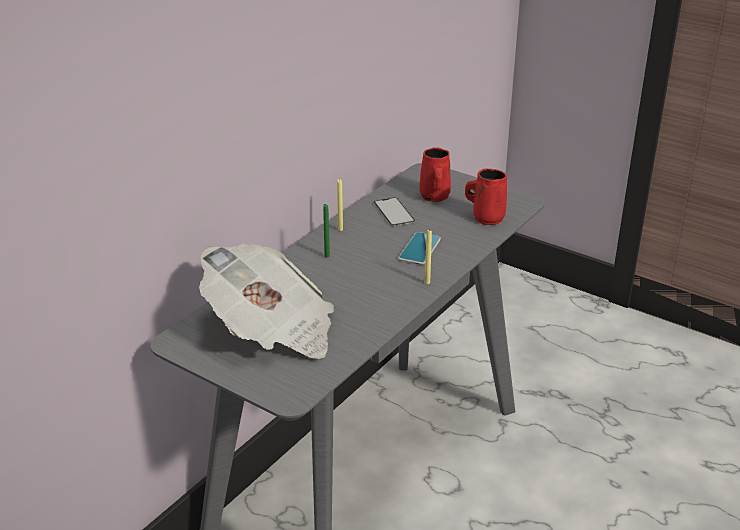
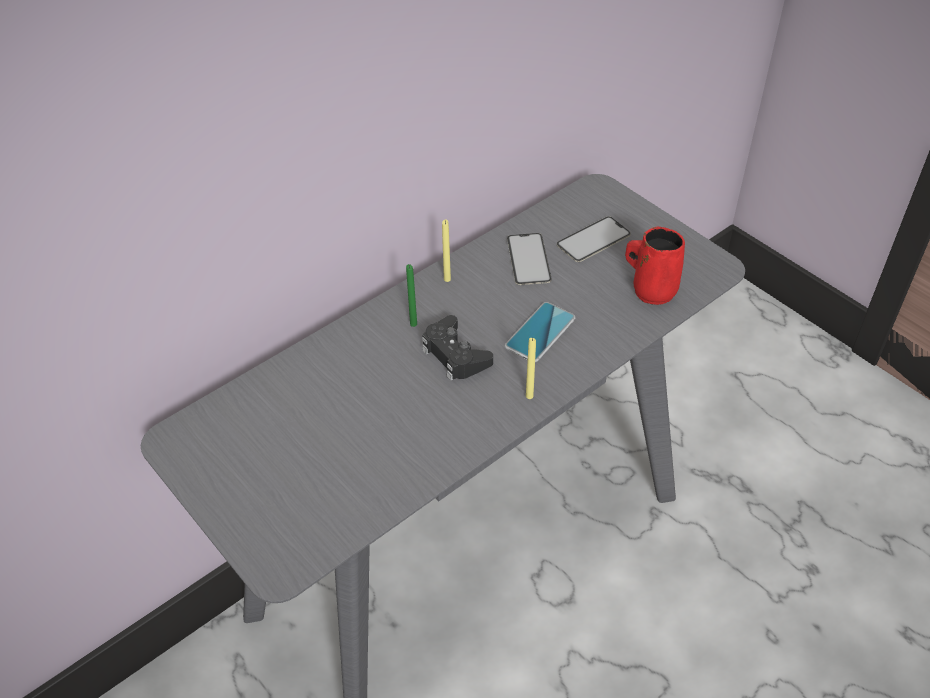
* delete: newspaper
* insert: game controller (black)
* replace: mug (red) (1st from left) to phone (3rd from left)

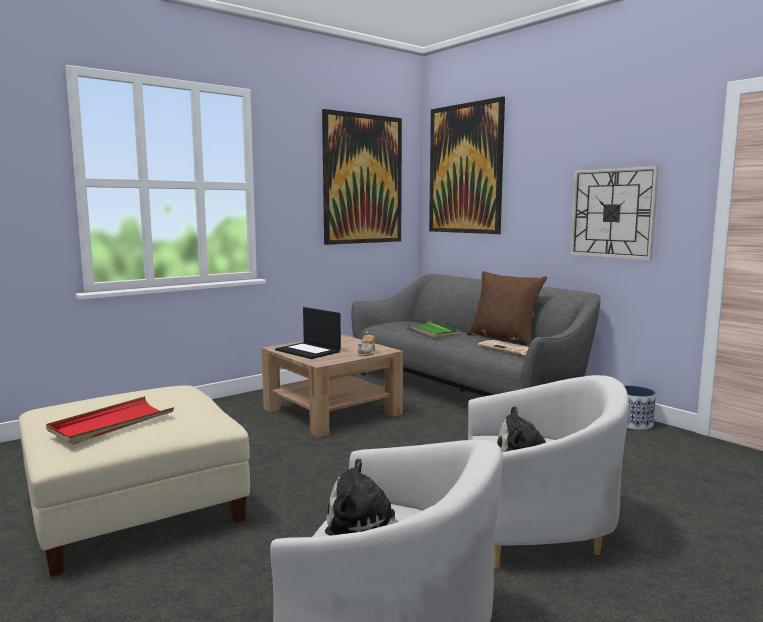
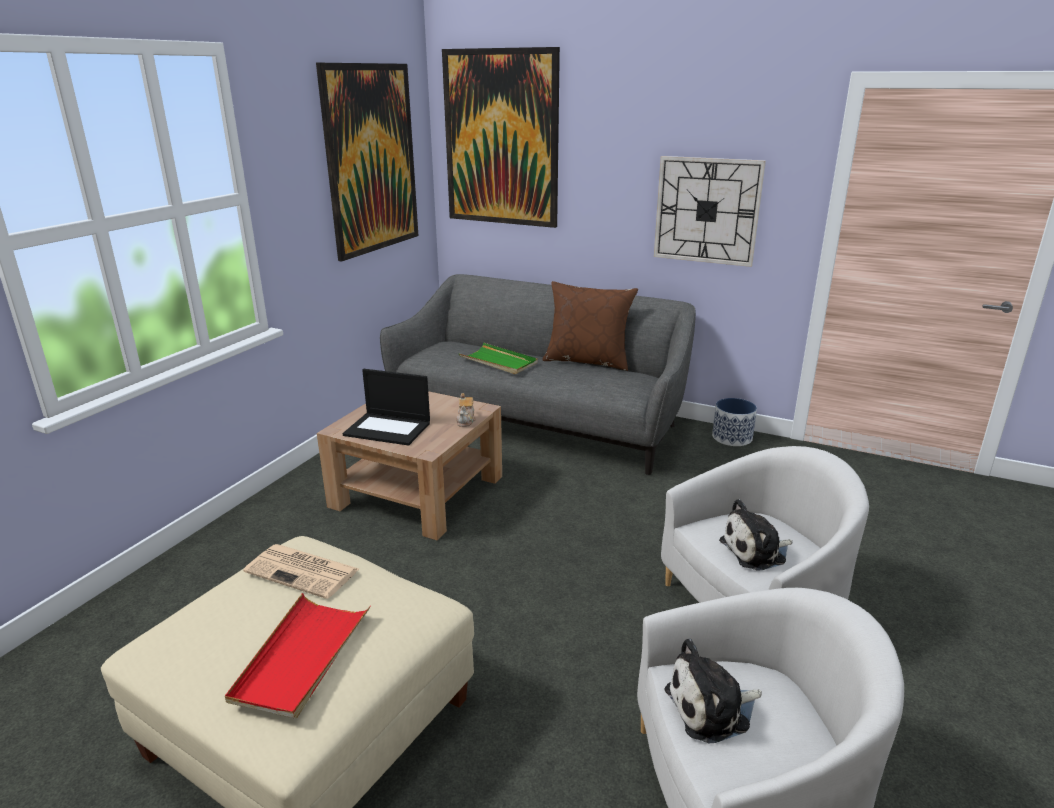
* move: newspaper

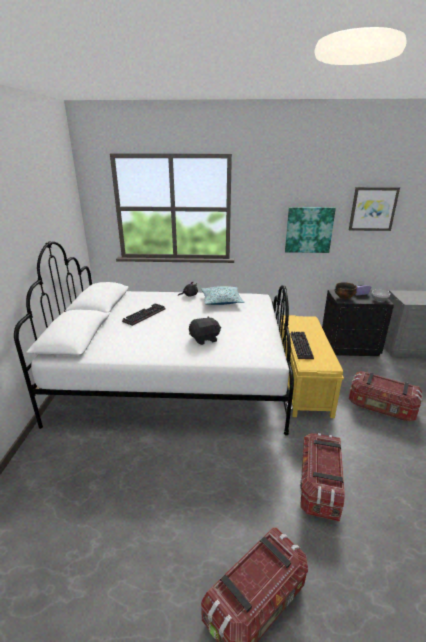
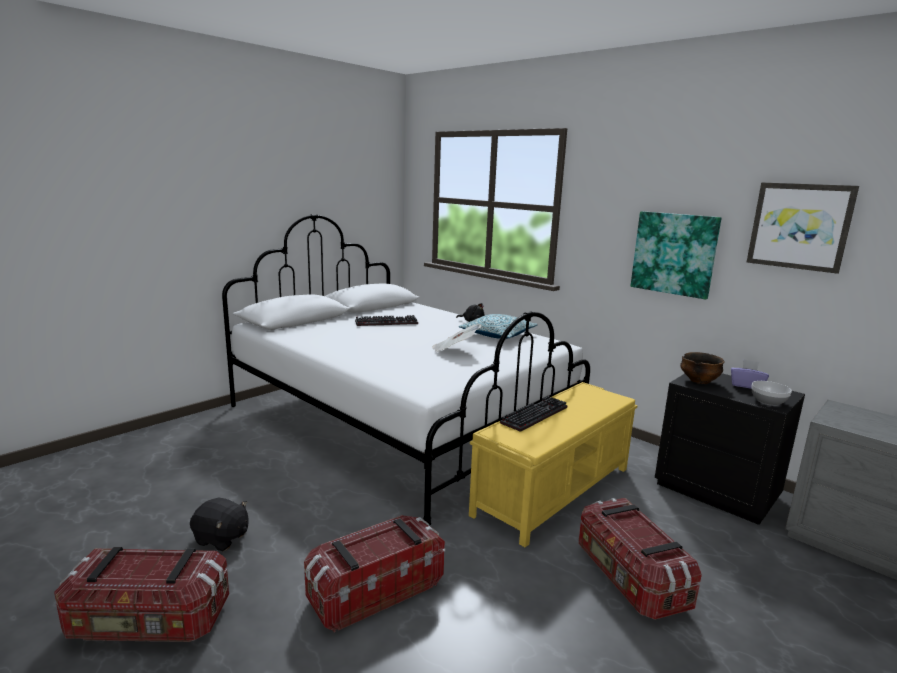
* insert: newspaper
* move: plush toy (black) (2nd from left in the first image) to plush toy (black) (1st from left)

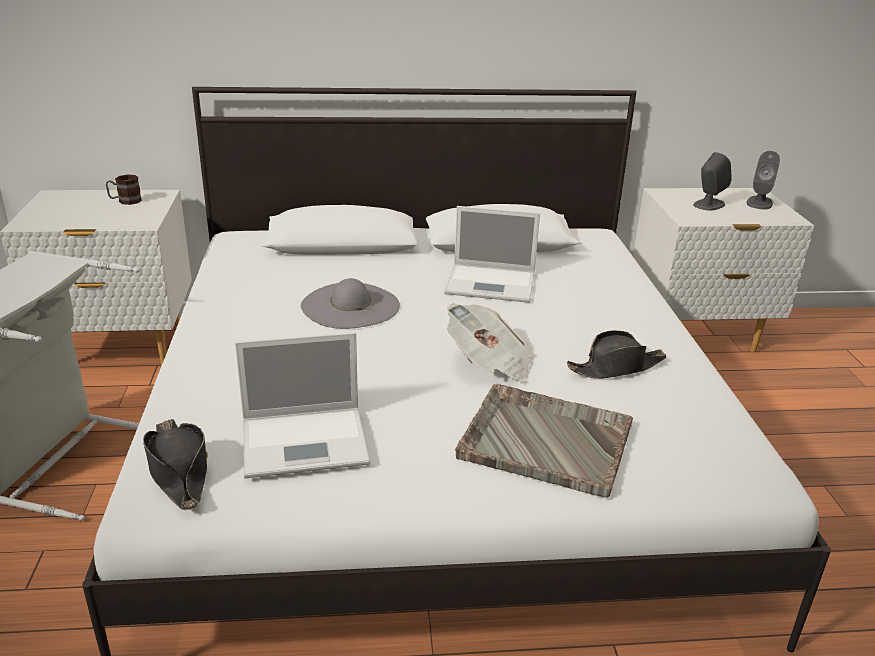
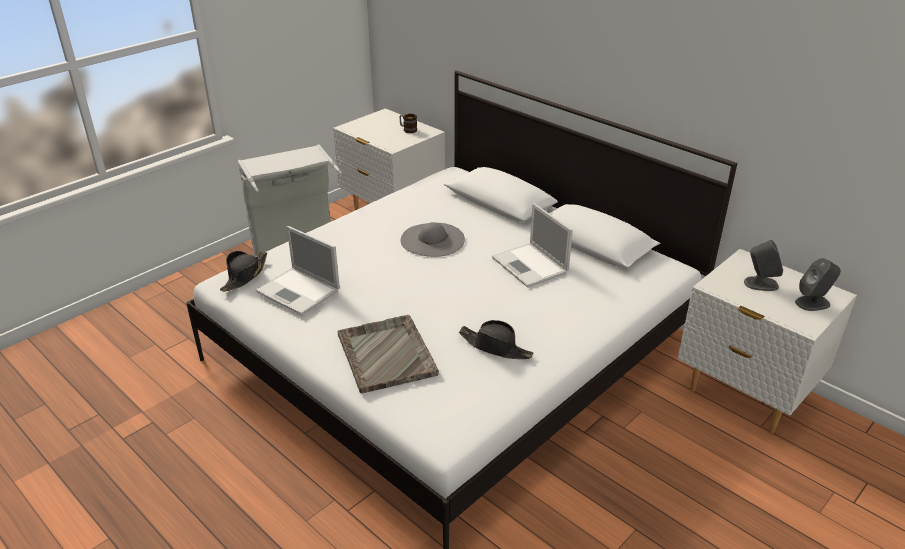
* delete: newspaper

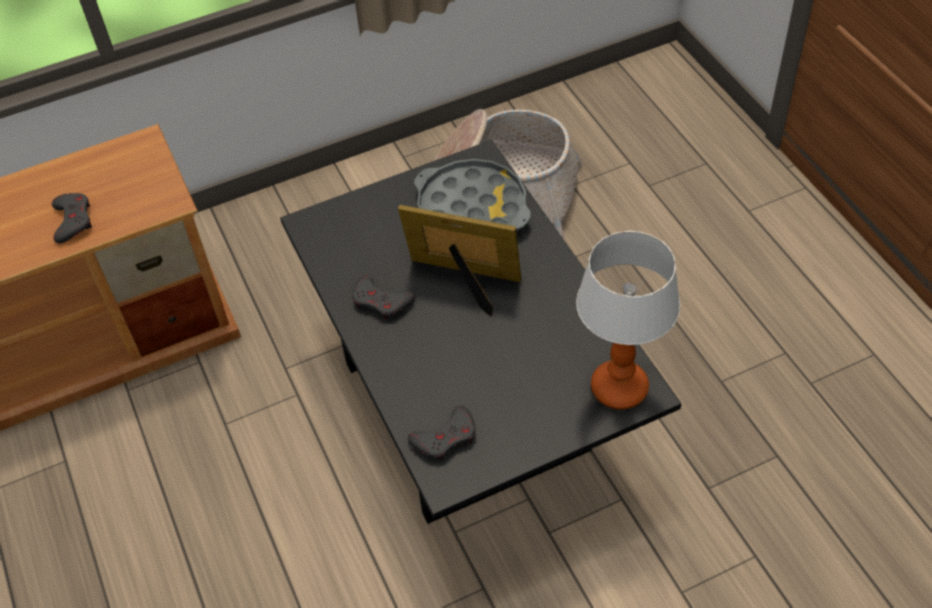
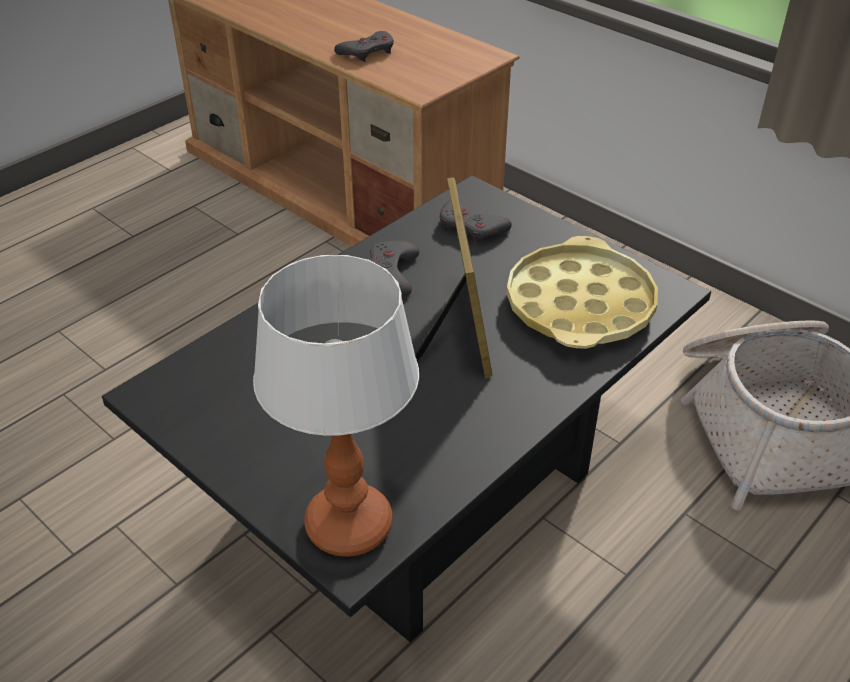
* move: game controller (grey) (3rd from left)
* recolor: tray (grey) to tray (yellow)

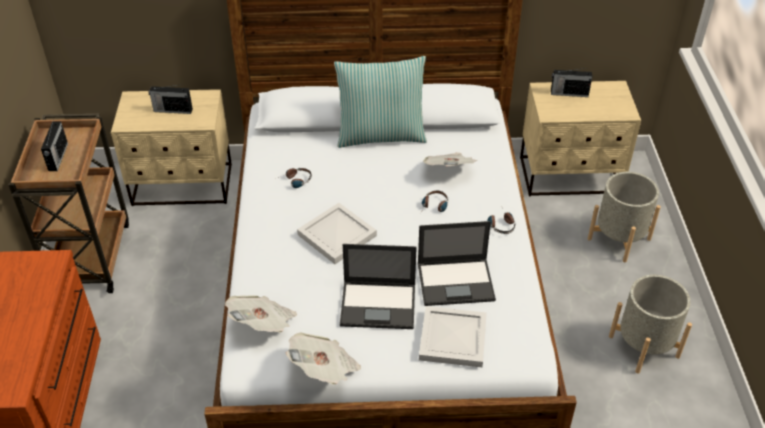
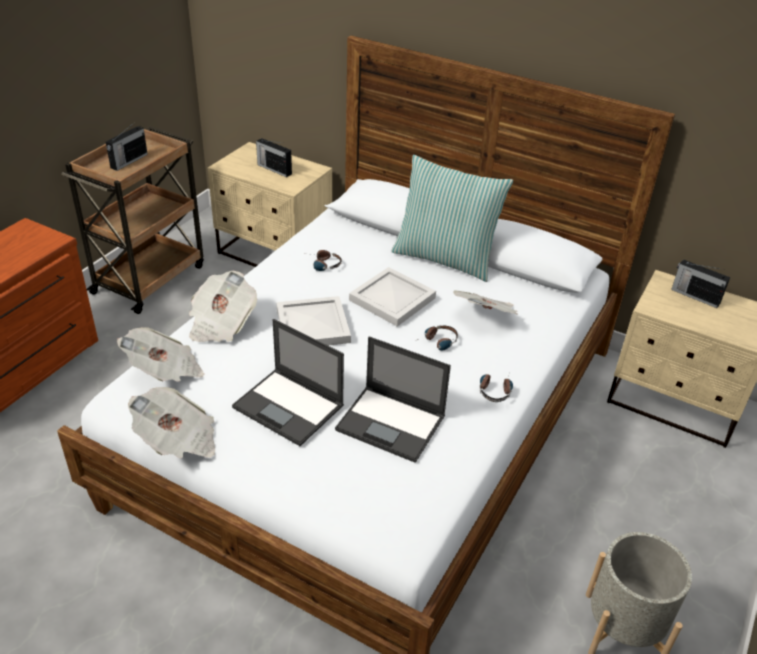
* delete: planter (grey) (1st from left)
* insert: newspaper (3rd from left)
* move: tray (white) (2nd from left)

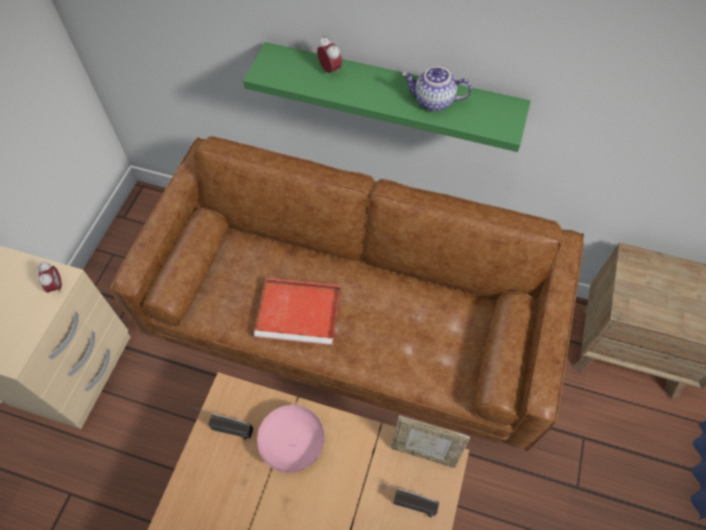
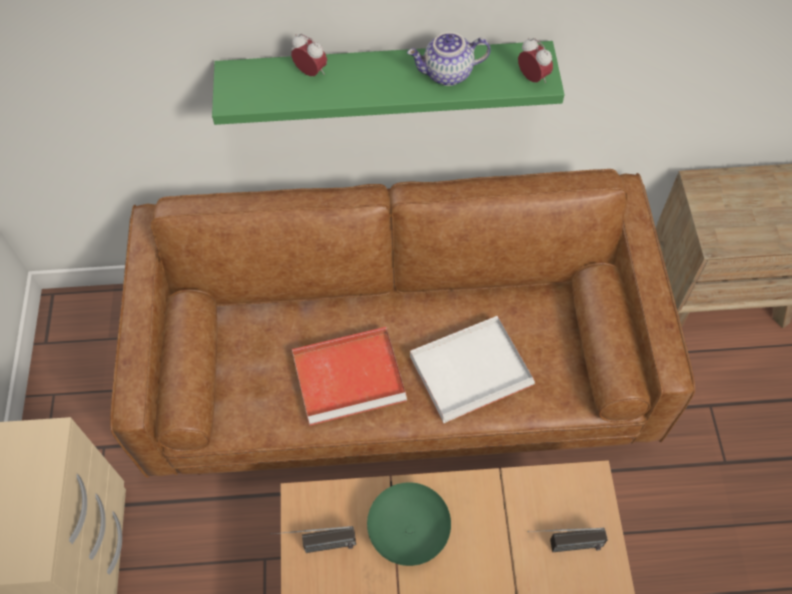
* delete: picture frame
* insert: tray (white)
* move: alarm clock (1st from left in the first image) to alarm clock (2nd from left)
* recolor: bowl (pink) to bowl (green)

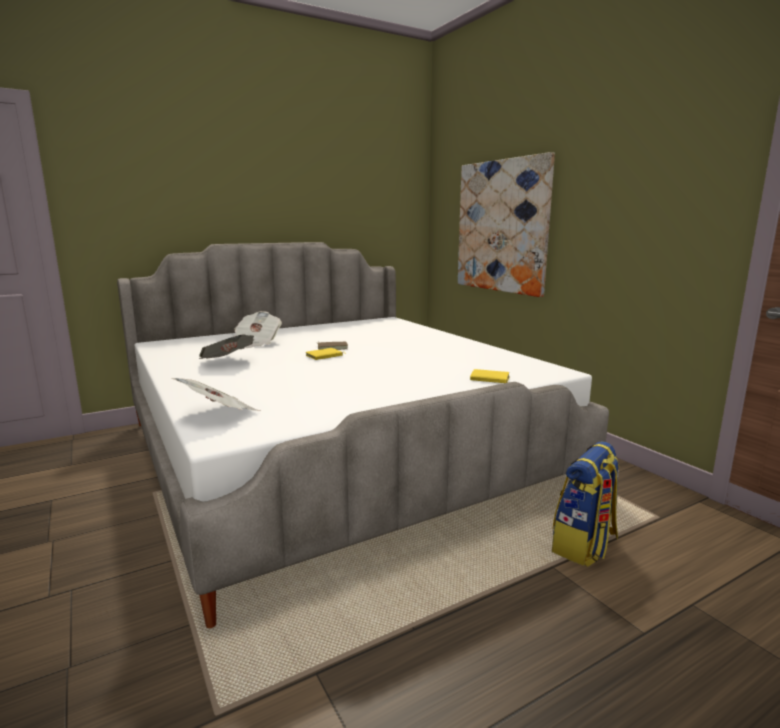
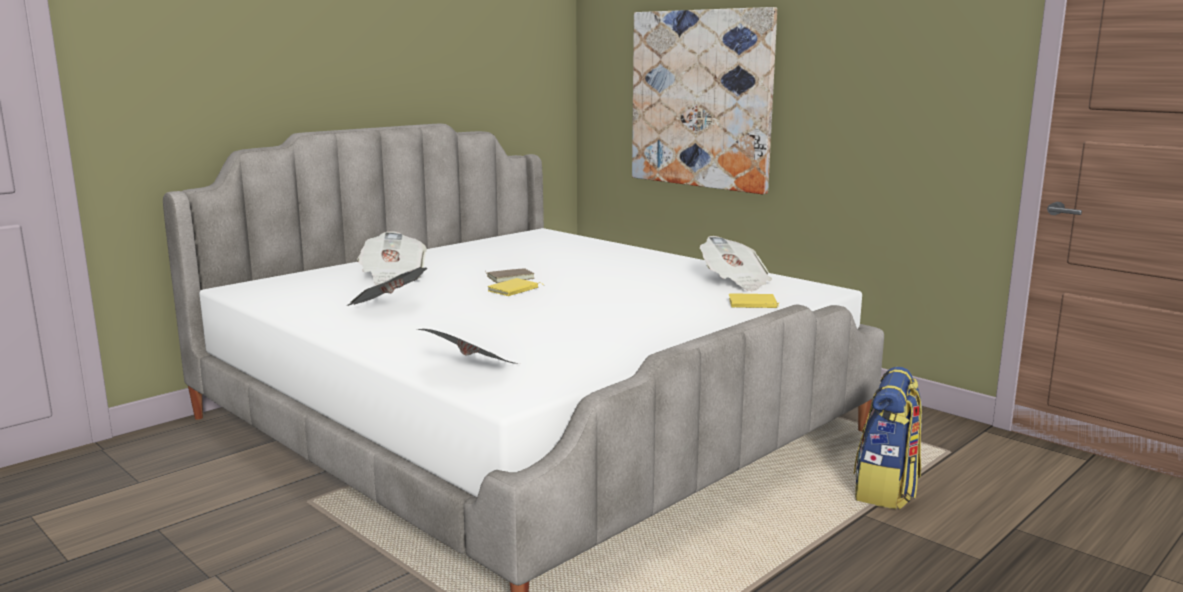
* insert: newspaper (4th from left)

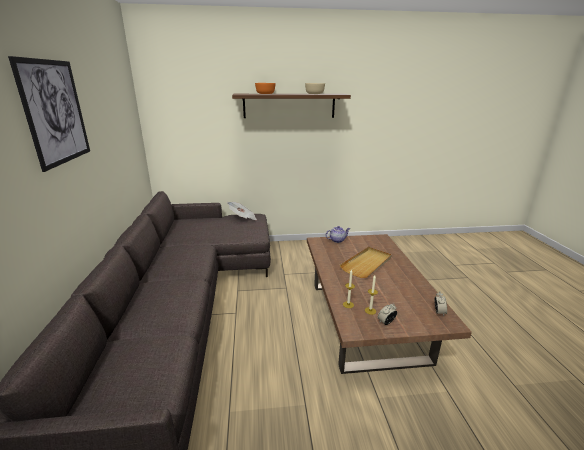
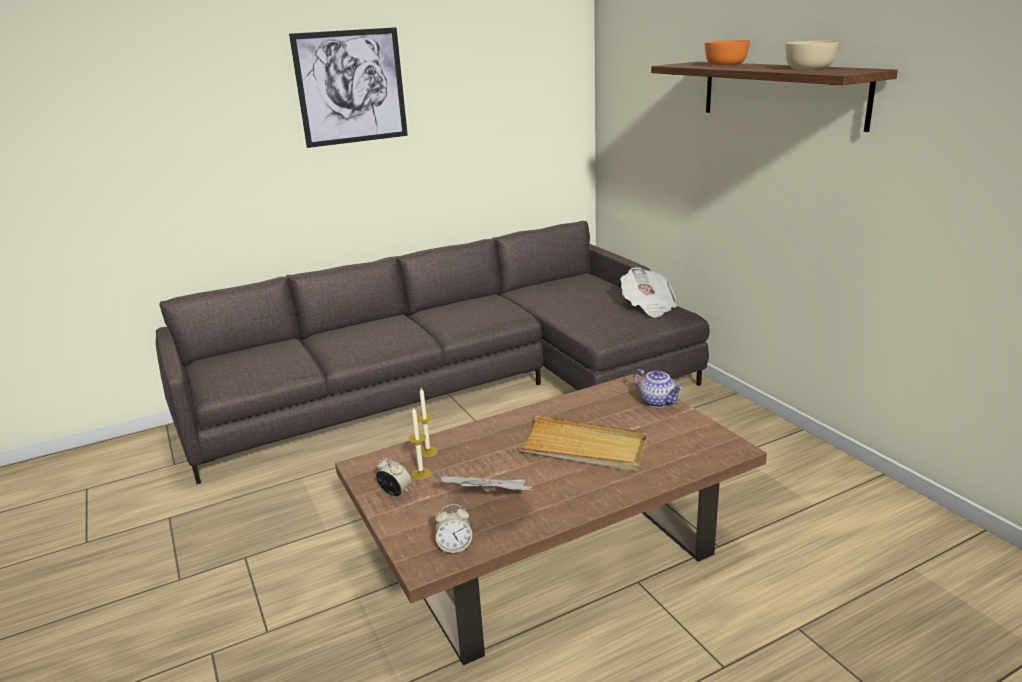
* insert: newspaper (1st from left)

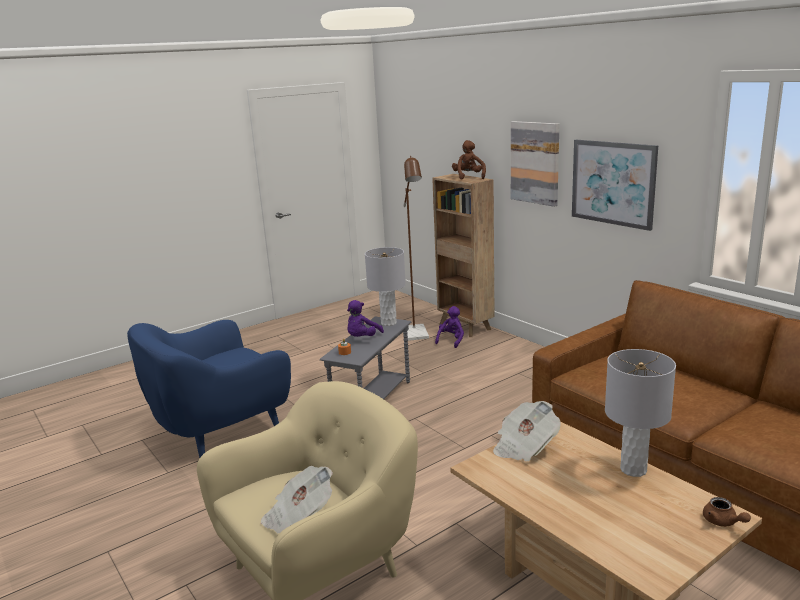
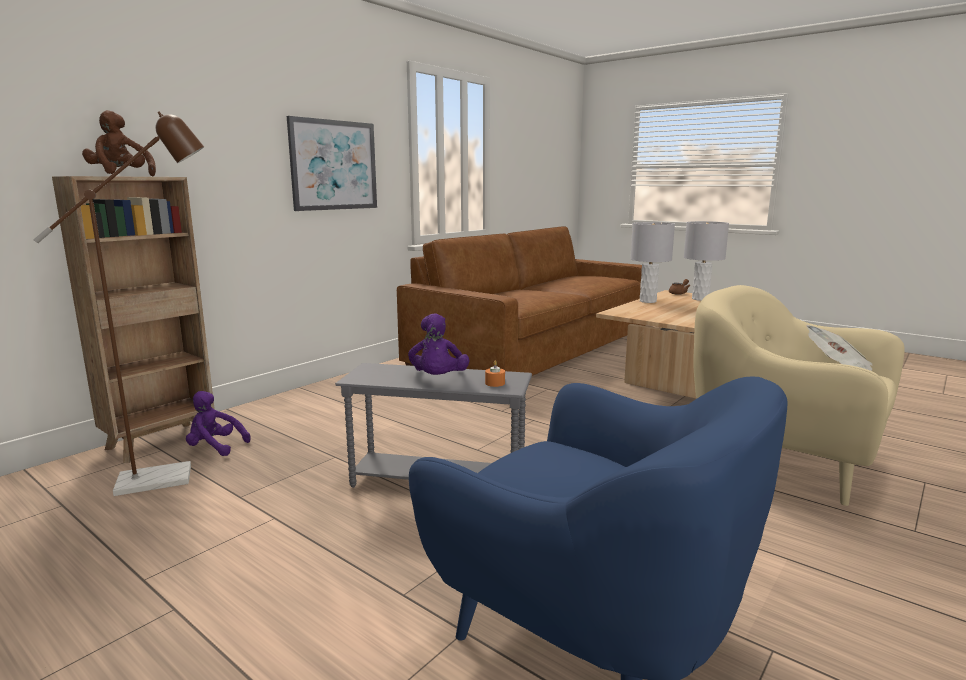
* delete: newspaper (2nd from left)
* delete: picture (1st from left)
* move: table lamp (grey) (1st from left in the first image) to table lamp (grey) (2nd from left)
* rotate: plush toy (purple) (1st from left in the first image) 75 degrees clockwise
* rotate: plush toy (brown) 60 degrees clockwise

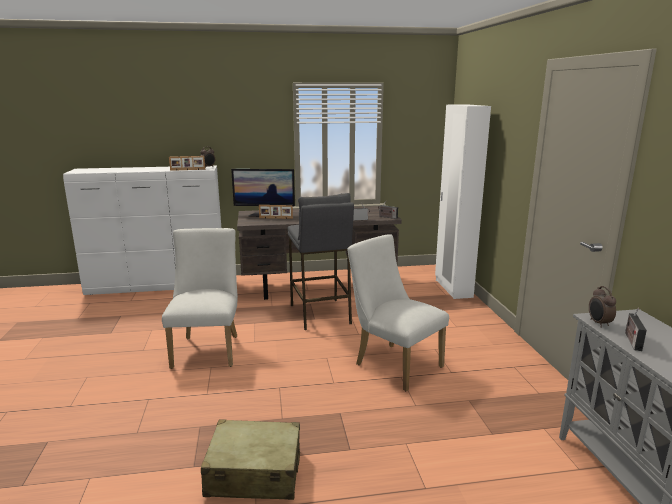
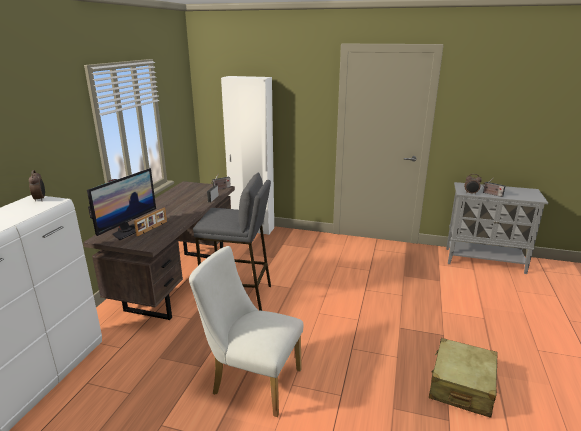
* delete: picture frame (1st from left)
* delete: chair (white) (2nd from left)

